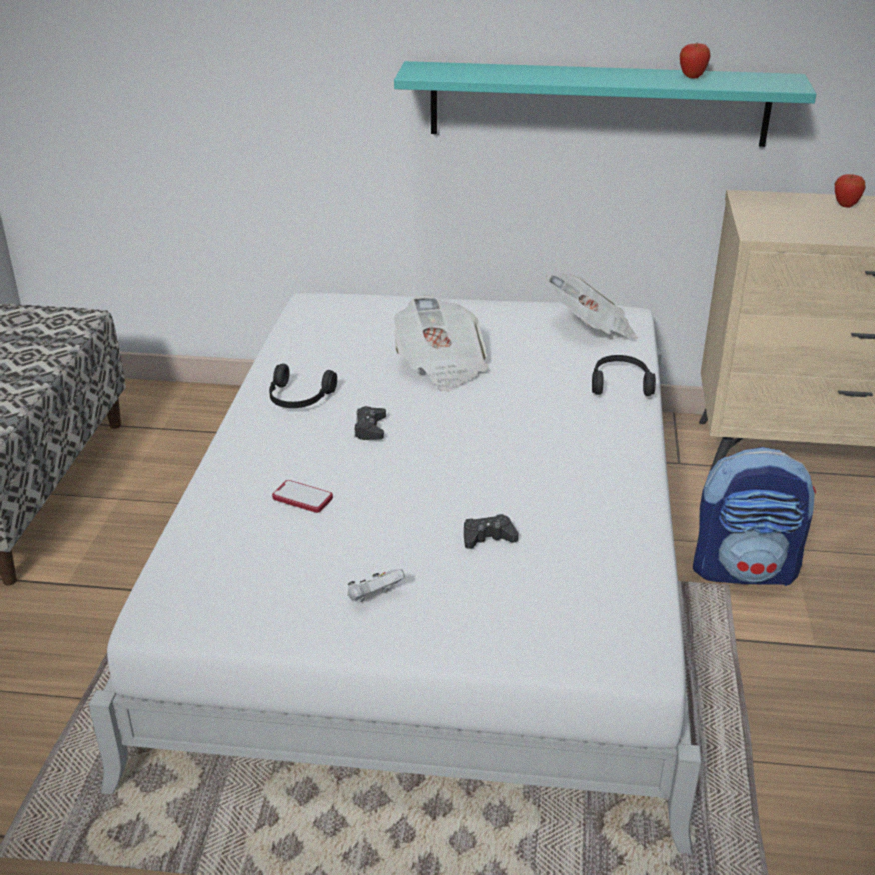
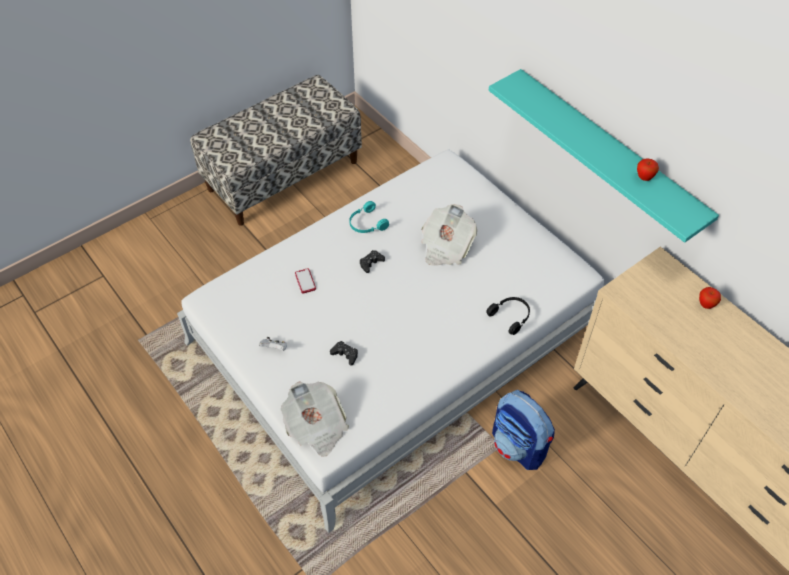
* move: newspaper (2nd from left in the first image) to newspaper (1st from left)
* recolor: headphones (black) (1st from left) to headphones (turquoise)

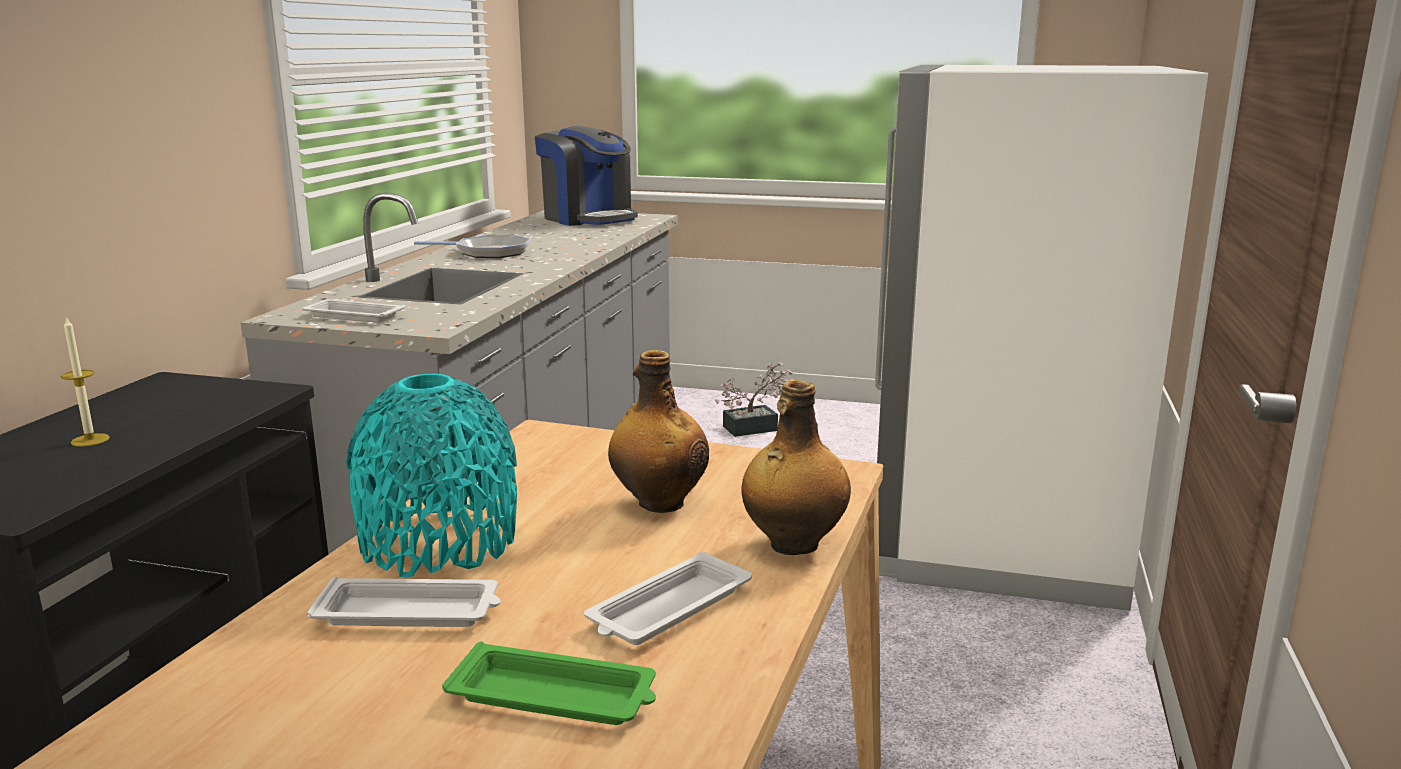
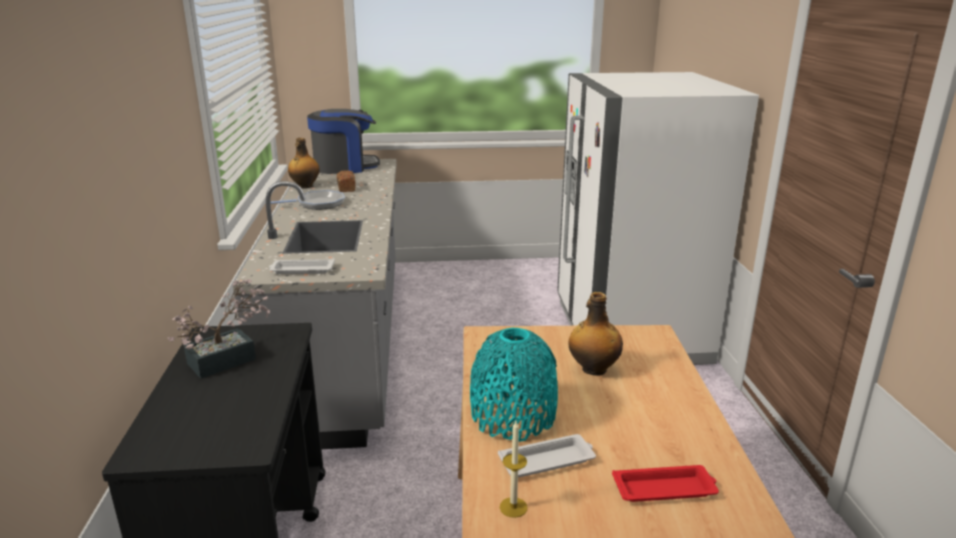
* delete: tray (white) (3rd from left)
* insert: bread
* move: candle
* move: potted plant
* move: bottle (2nd from left in the first image) to bottle (1st from left)
* recolor: tray (green) to tray (red)
* rotate: coffee machine 45 degrees counterclockwise

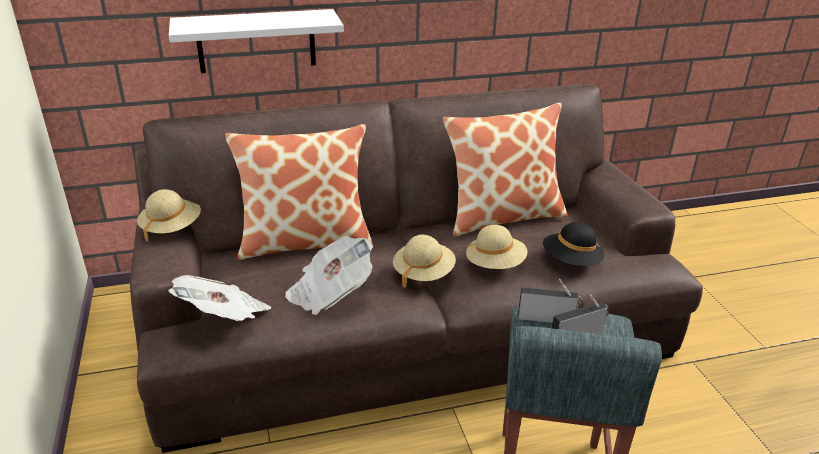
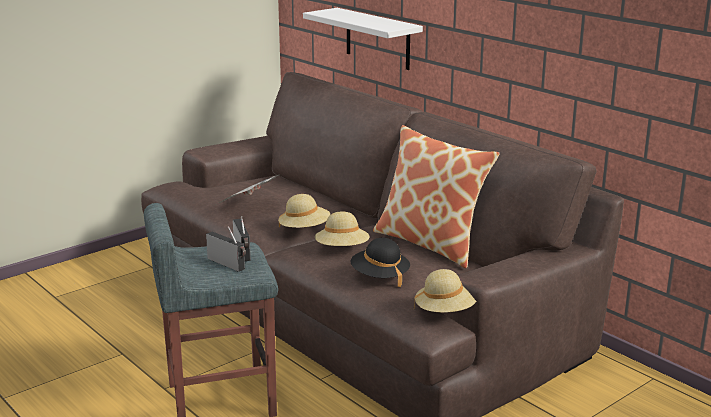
* delete: newspaper (1st from left)
* delete: pillow (1st from left)
* move: hat (beige) (1st from left in the first image) to hat (beige) (3rd from left)

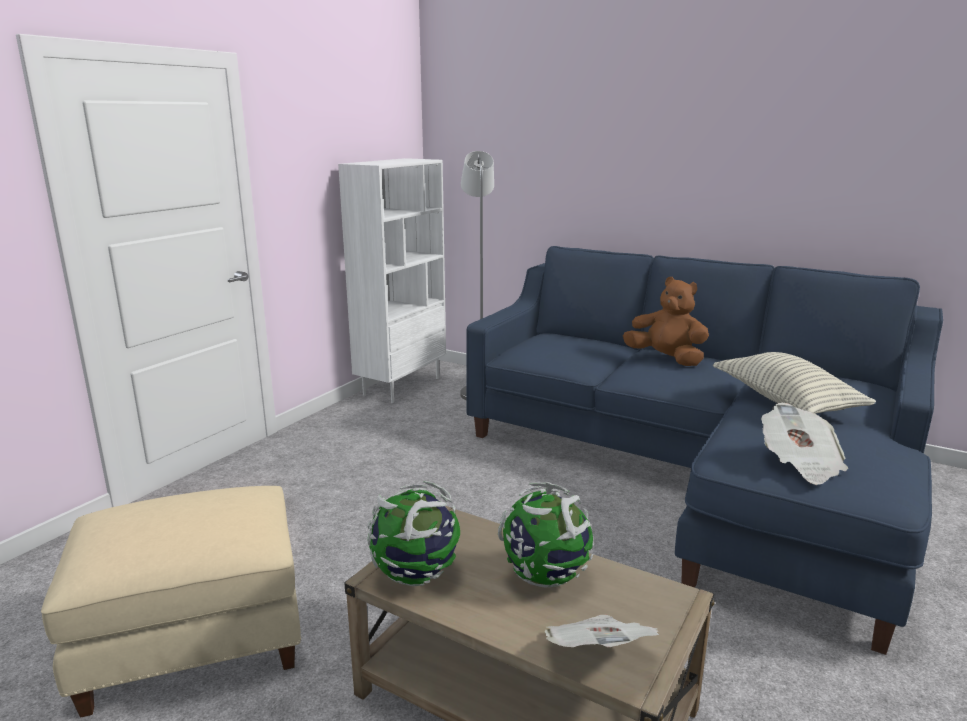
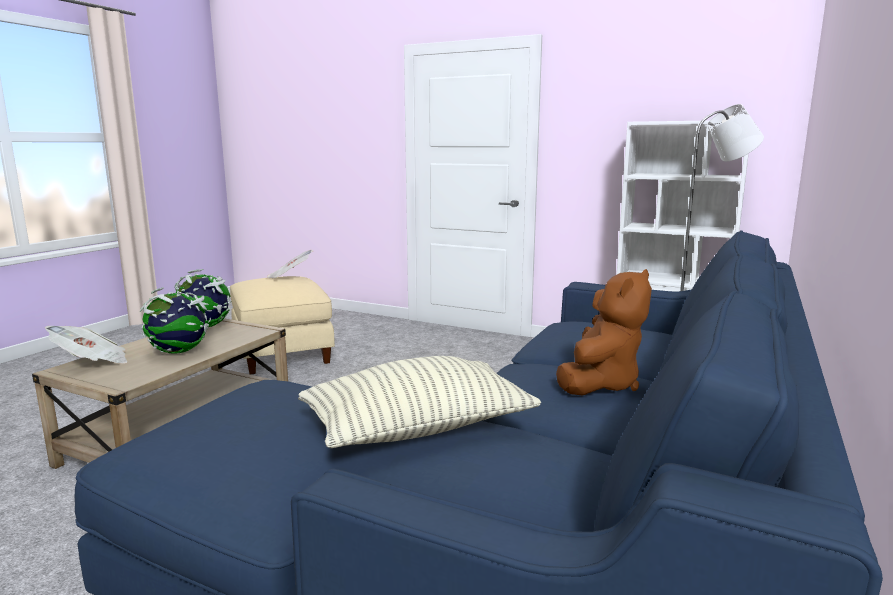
* move: newspaper (2nd from left)

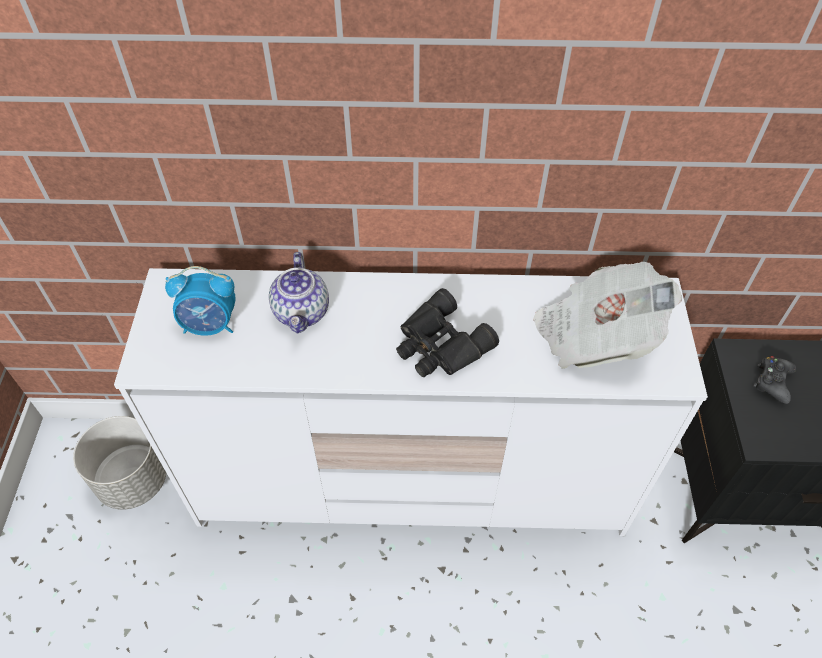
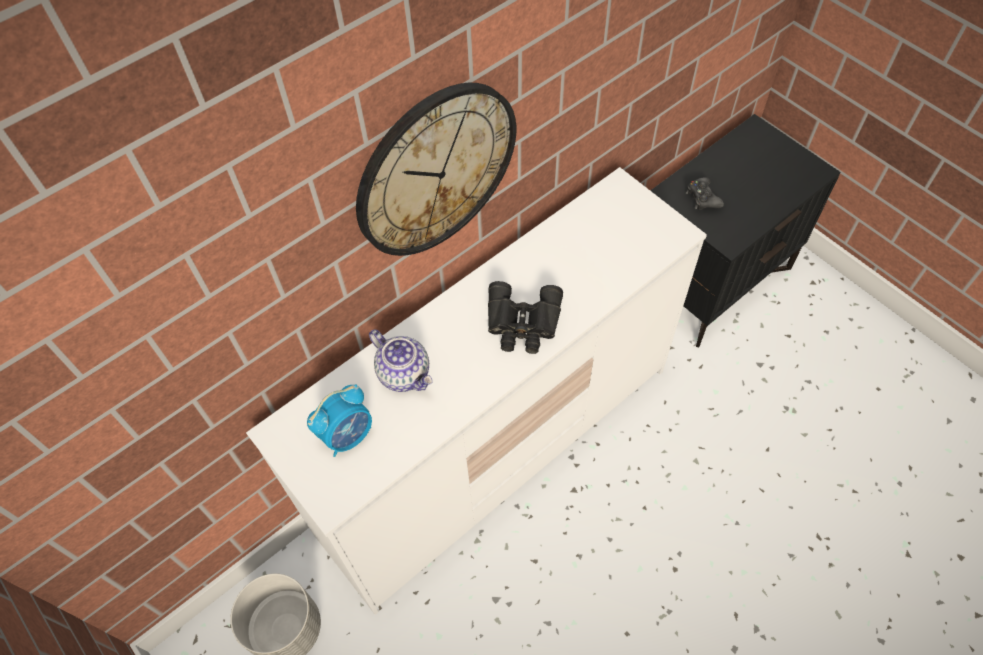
* delete: newspaper
* insert: wall clock

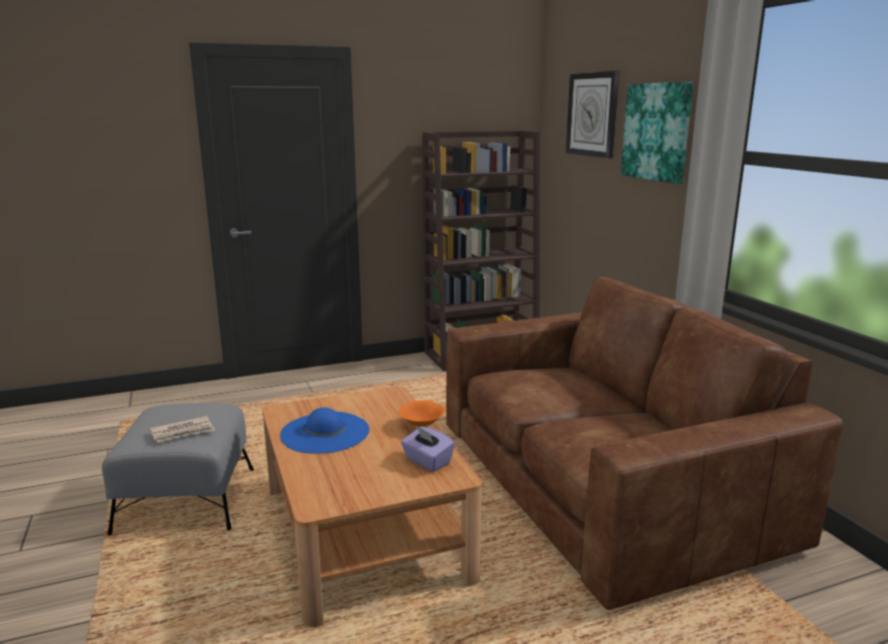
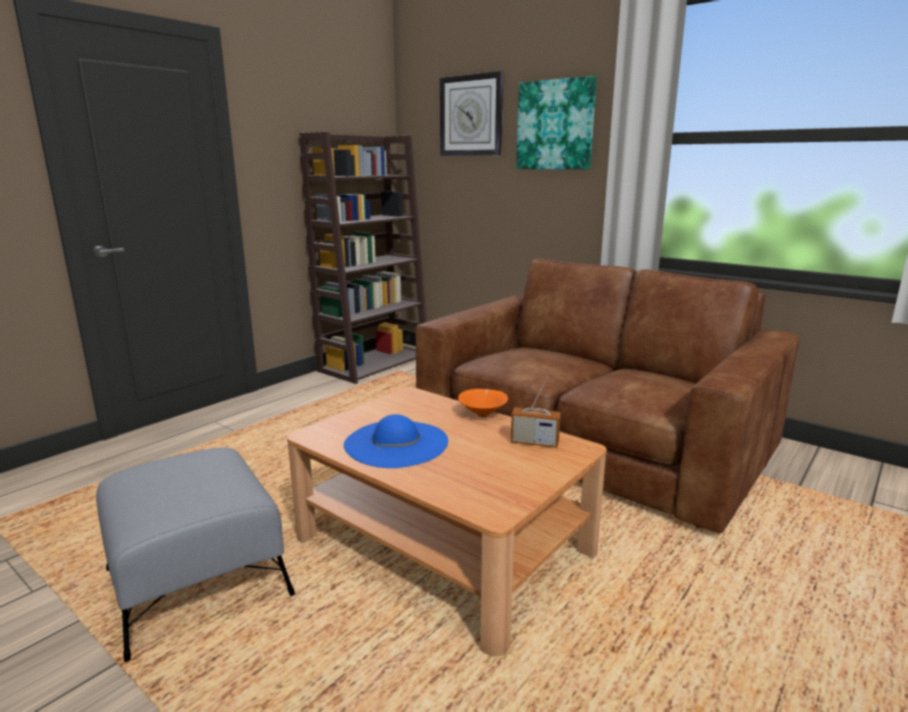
* delete: newspaper
* replace: tissue box (purple) to radio

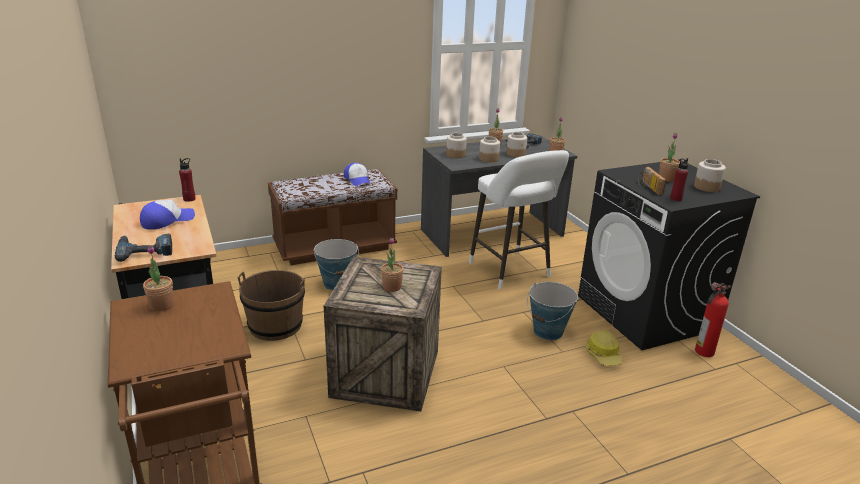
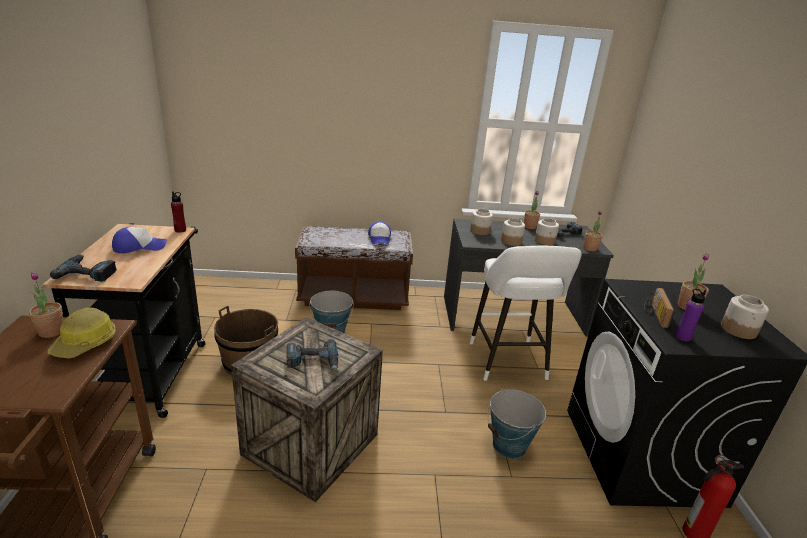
* move: hard hat
* replace: potted plant (2nd from left) to power drill (2nd from left)
* recolor: bottle (red) (2nd from left) to bottle (purple)

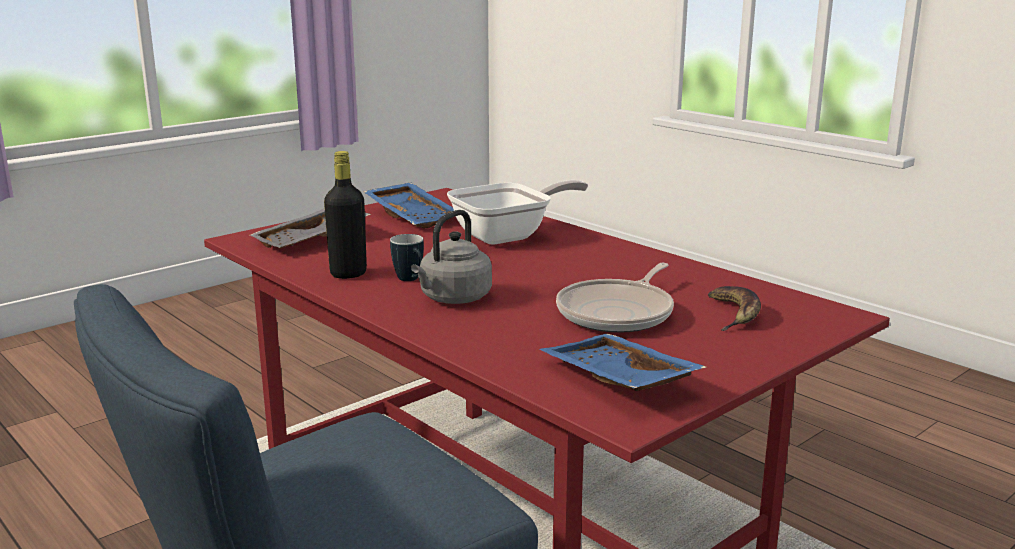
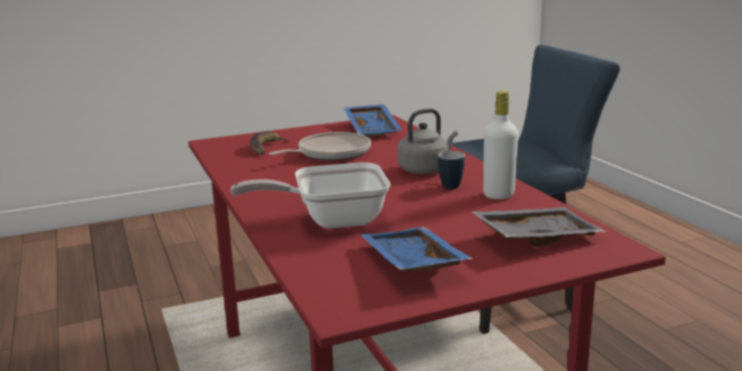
* recolor: bottle (black) to bottle (white)

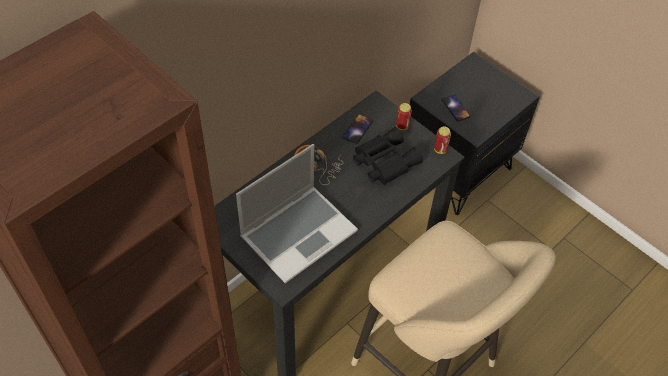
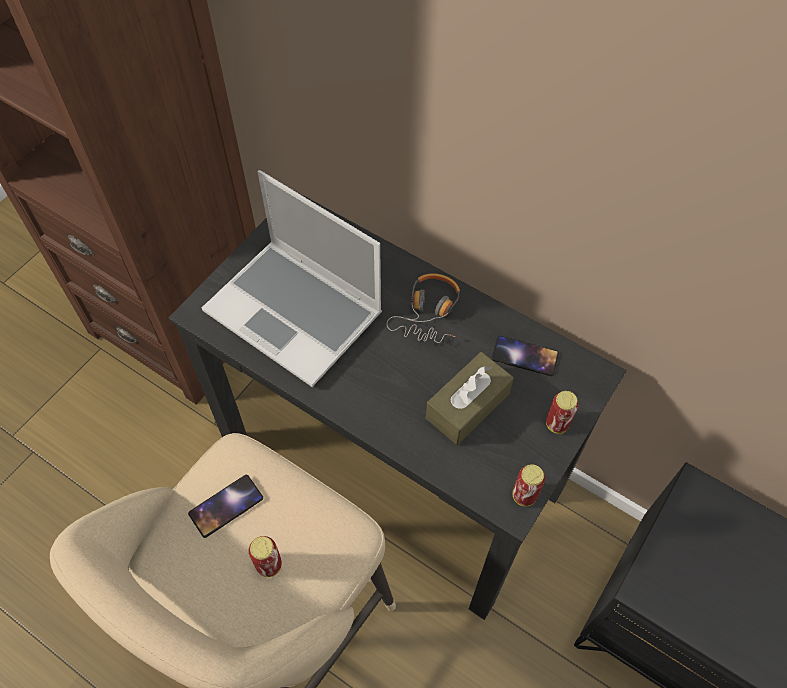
* insert: can (1st from left)
* move: phone (2nd from left in the first image) to phone (1st from left)
* replace: binoculars (black) to tissue box (brown)

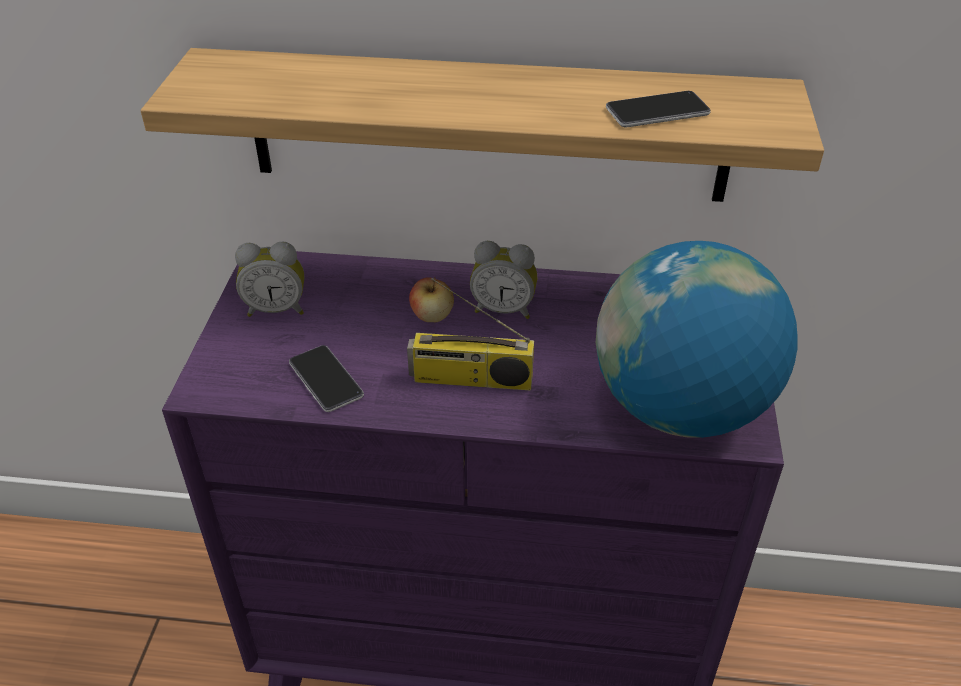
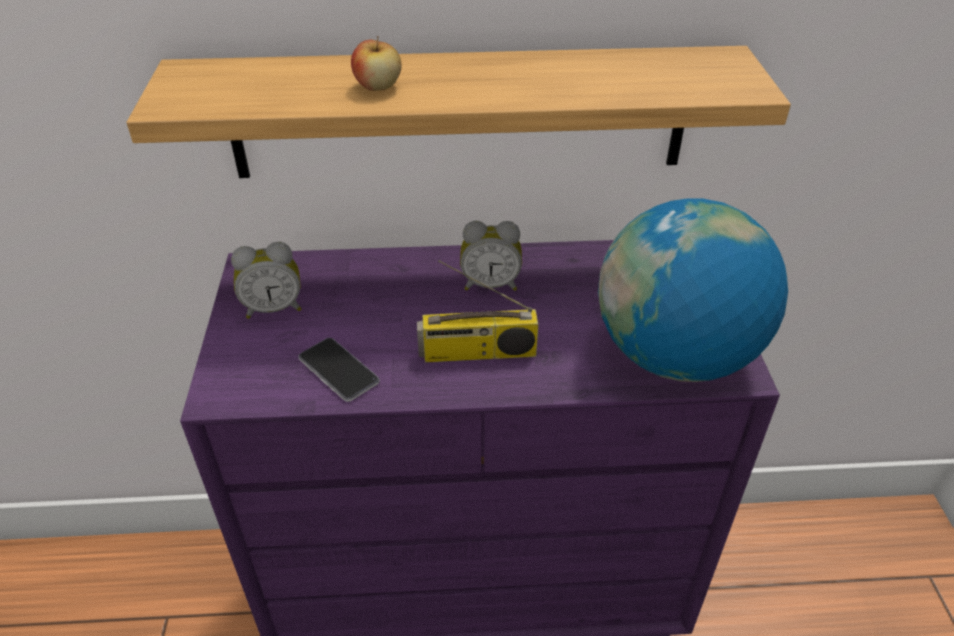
* delete: phone (2nd from left)
* move: apple

